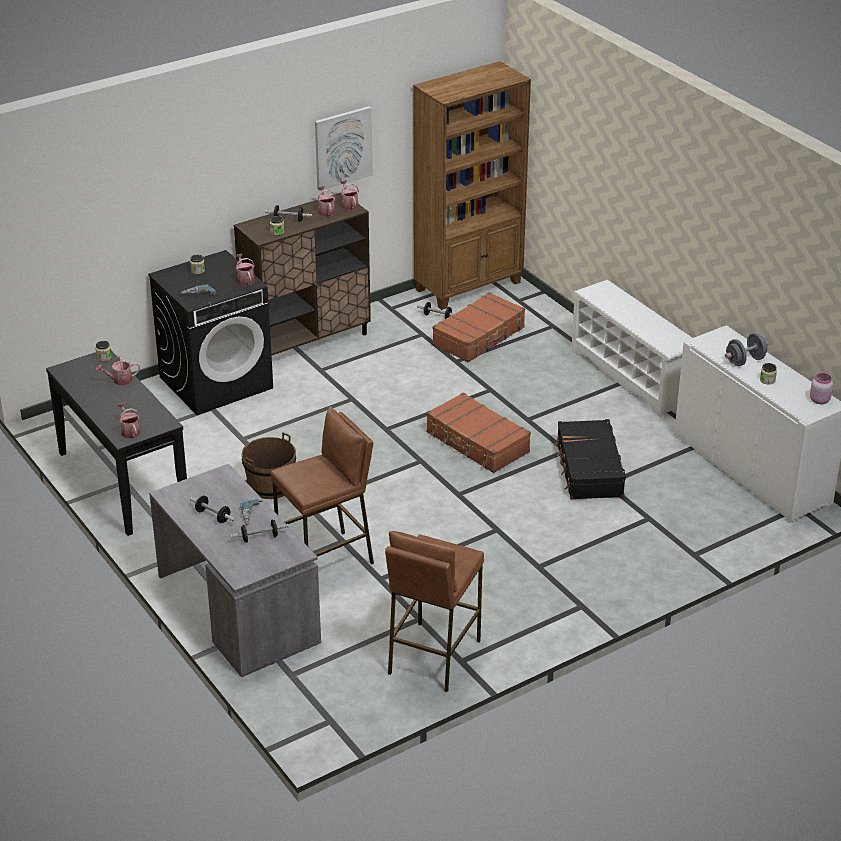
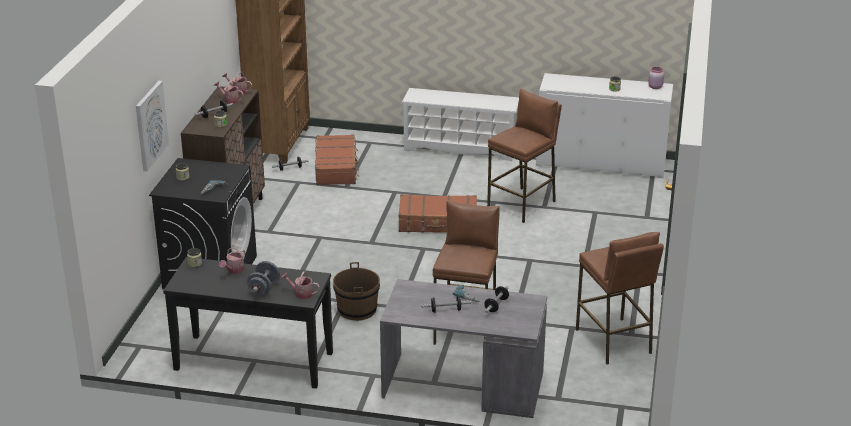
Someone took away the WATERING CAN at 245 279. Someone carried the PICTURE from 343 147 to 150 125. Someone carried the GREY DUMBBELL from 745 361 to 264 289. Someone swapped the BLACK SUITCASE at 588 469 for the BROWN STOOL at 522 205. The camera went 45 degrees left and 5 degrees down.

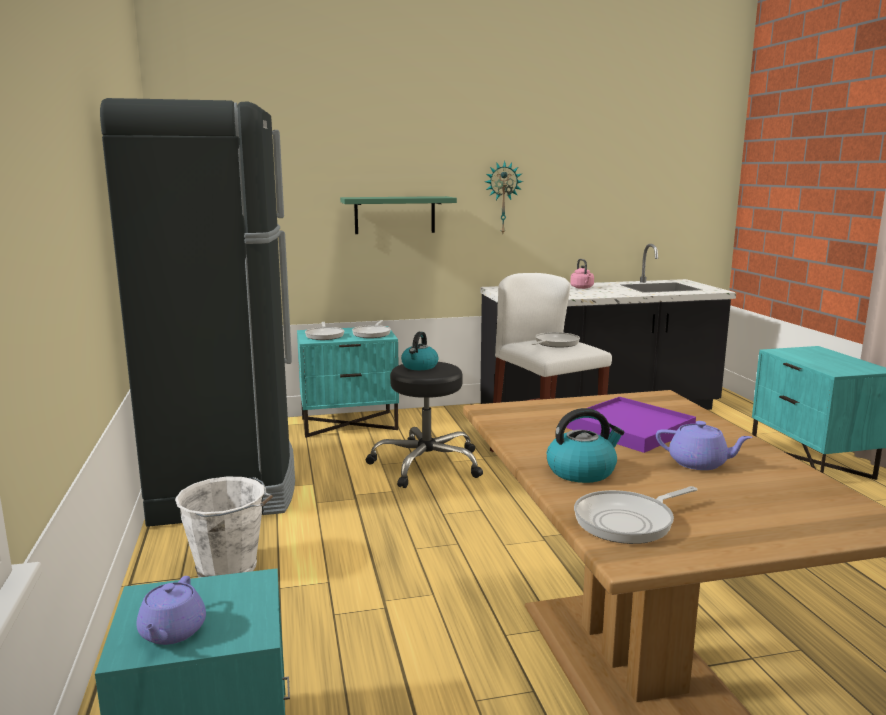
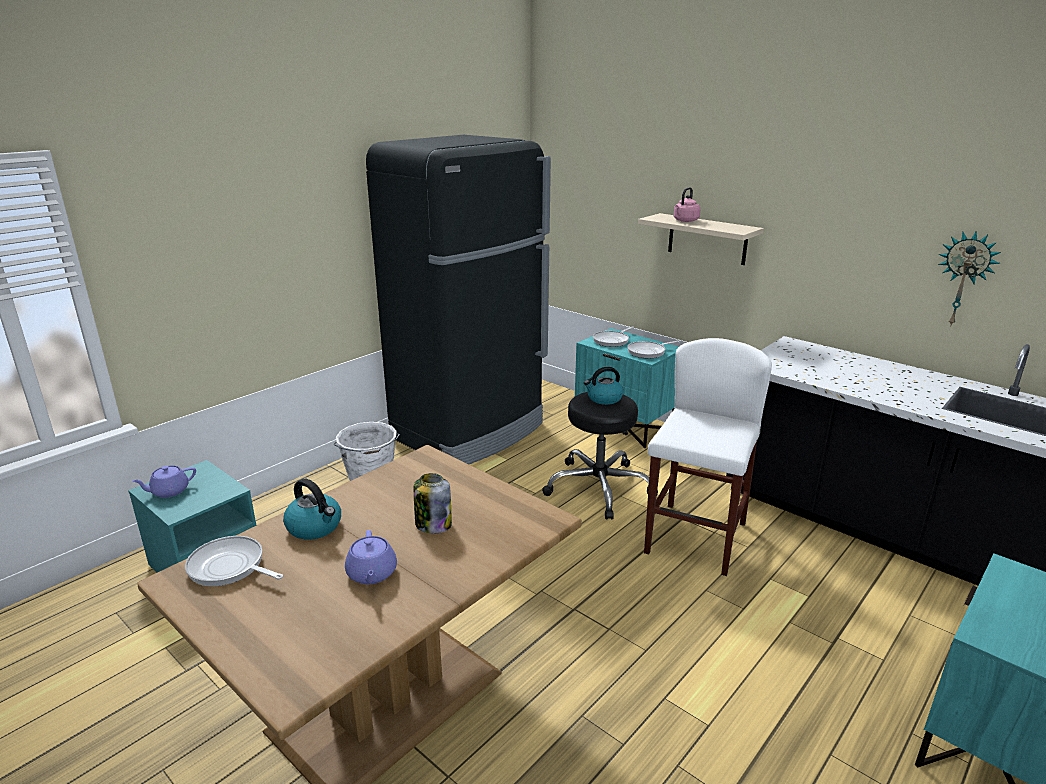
Someone took away the FRYING PAN at 555 343. Someone carried the WALL CLOCK from 502 198 to 964 279. Someone carried the PINK KETTLE from 582 288 to 685 221. Someone swapped the PURPLE TRAY at 630 429 for the JAR at 433 524. Someone repainted the GREEN SHELF at 395 215, which became the BEIGE SHELF at 707 239. The camera went 55 degrees right and 10 degrees up.

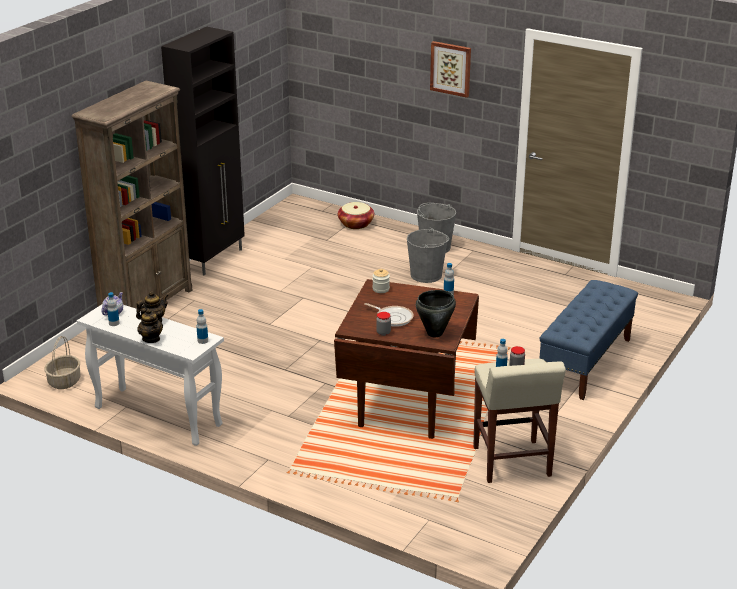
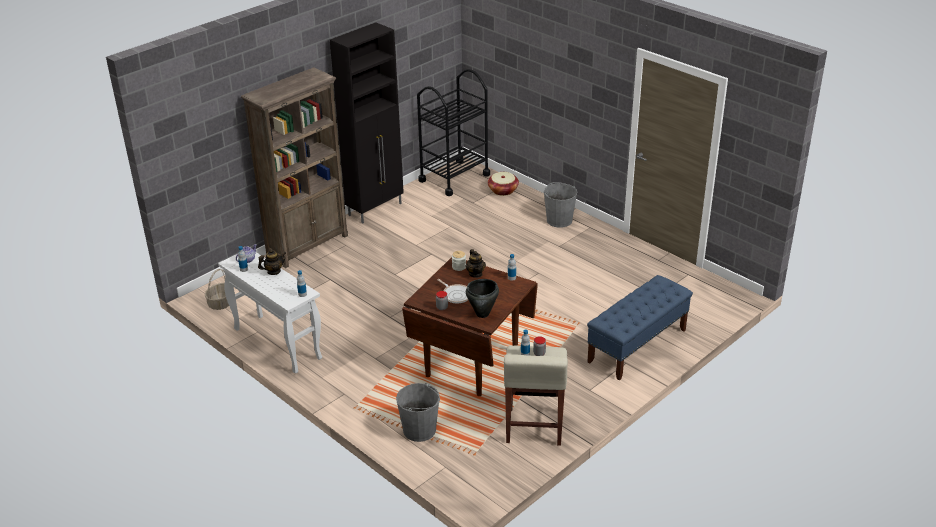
Someone took away the PICTURE at 451 68. Someone put down the BLACK CART at 454 178. Someone carried the TEAPOT from 151 339 to 475 274. Someone carried the GREY BUCKET from 426 275 to 420 430. The camera went 15 degrees right and 5 degrees up.

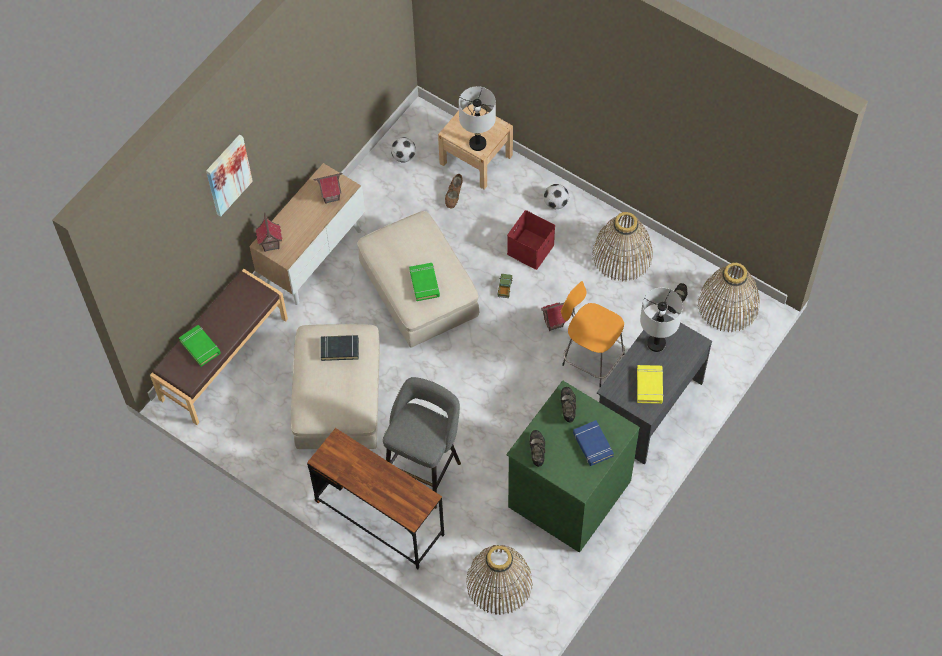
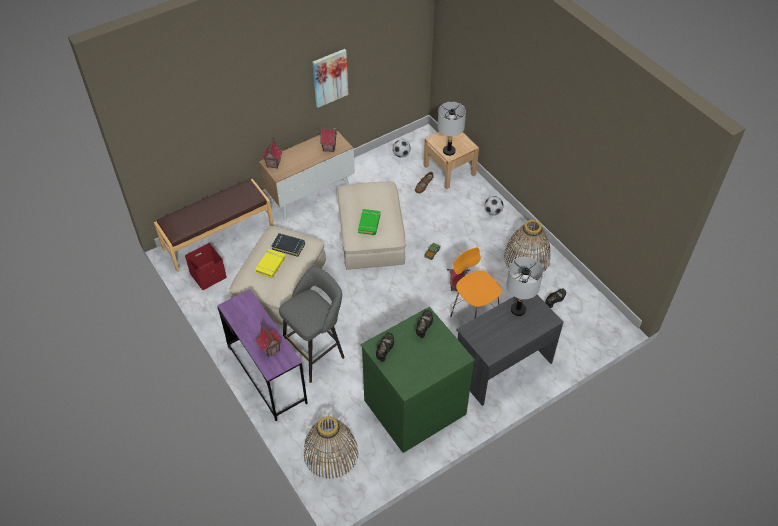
Someone took away the GREEN BOOK at 200 347. Someone took away the BLUE BOOK at 592 444. Someone took away the BASKET at 728 305. Someone put down the TOY HOUSE at 271 349. Someone carried the PICTURE from 228 175 to 330 77. Someone carried the RED STORAGE BOX from 531 250 to 208 275. Someone carried the YELLOW BOOK from 649 386 to 270 265. Someone repainted the BROWN DESK at 379 518, which became the PURPLE DESK at 266 375. The camera went 20 degrees right and 10 degrees down.

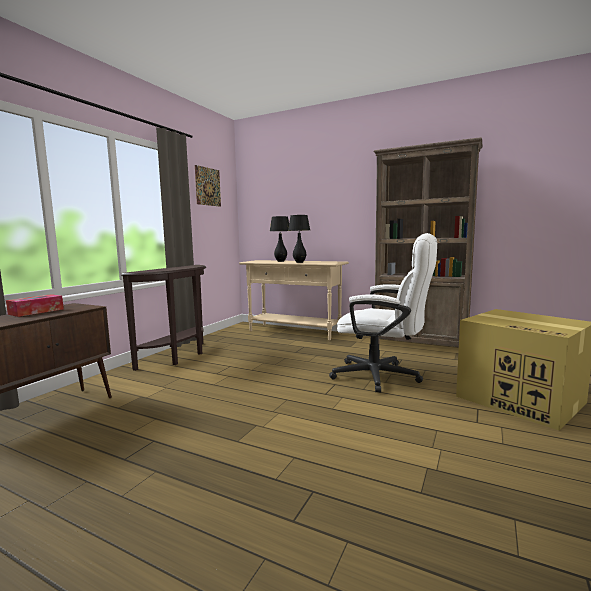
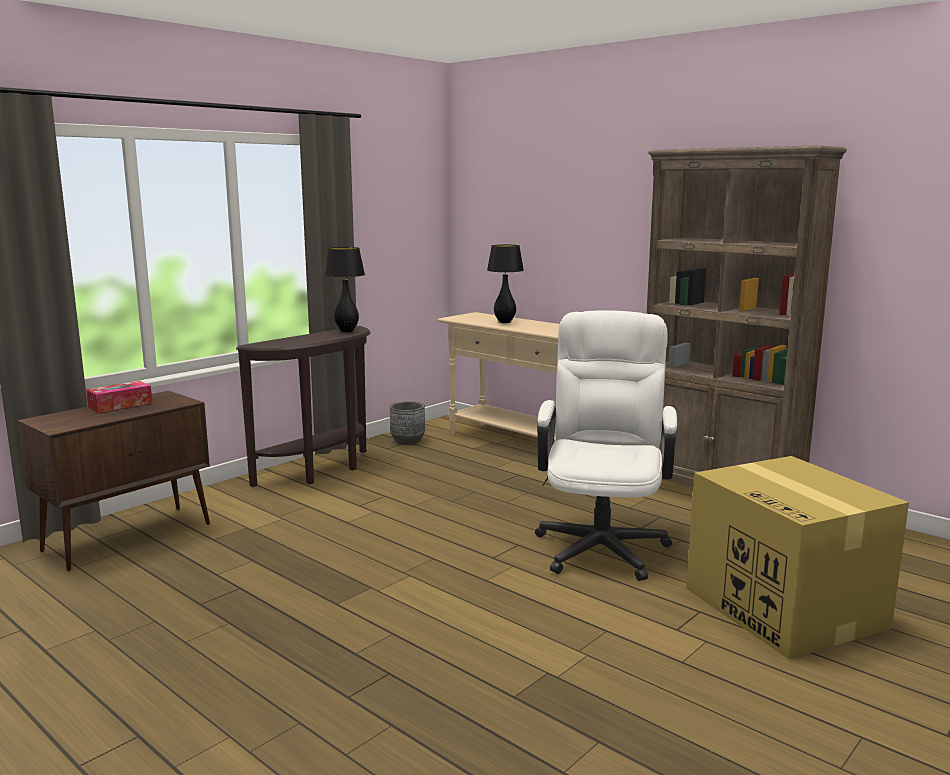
Someone took away the PICTURE at 208 186. Someone put down the GREY PLANTER at 408 441. Someone carried the BLACK TABLE LAMP from 299 262 to 347 331. Someone rotated the WHITE OFFICE CHAIR at 383 377 by 120 degrees counterclockwise. The camera went 15 degrees right and 5 degrees up.

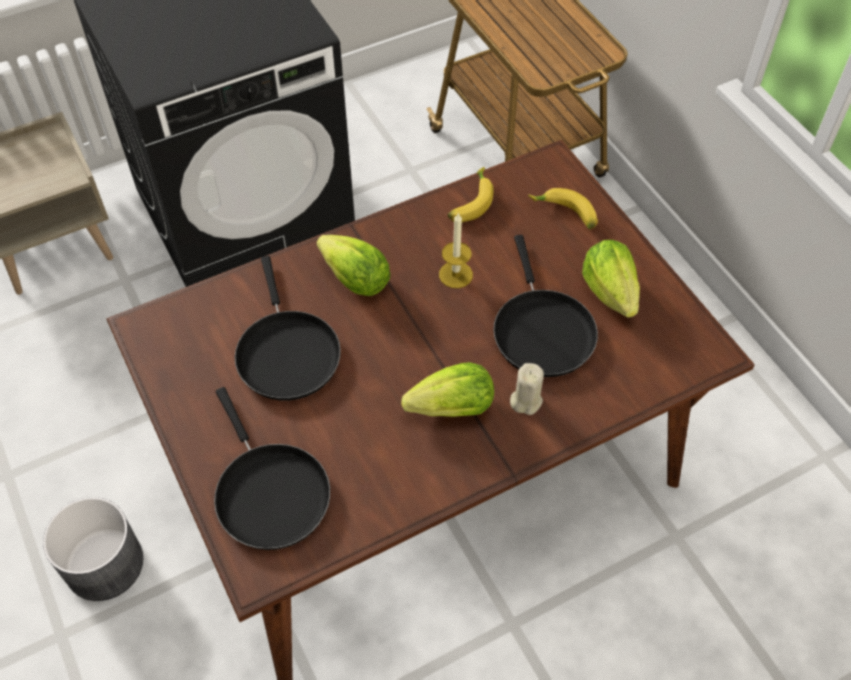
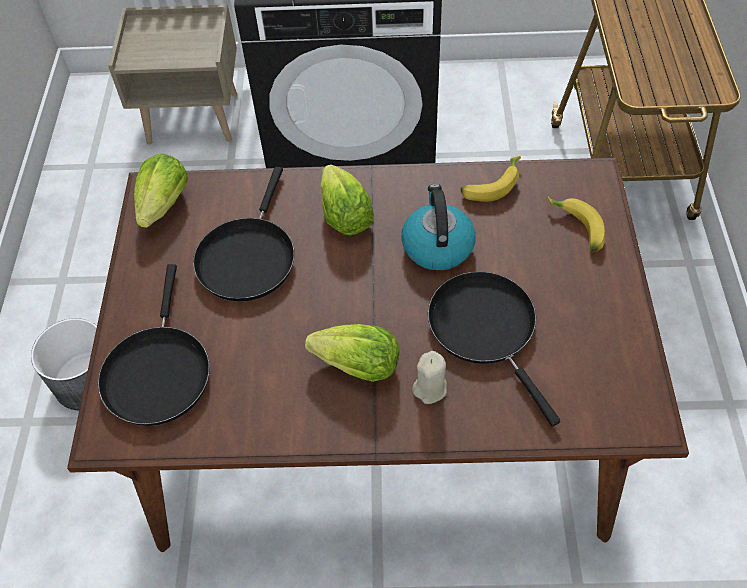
Someone carried the LETTUCE from 610 291 to 164 204. Someone swapped the CANDLE at 455 274 for the KETTLE at 437 245. Someone rotated the BLACK FRYING PAN at 541 330 by 135 degrees clockwise. The camera went 30 degrees right and 0 degrees up.

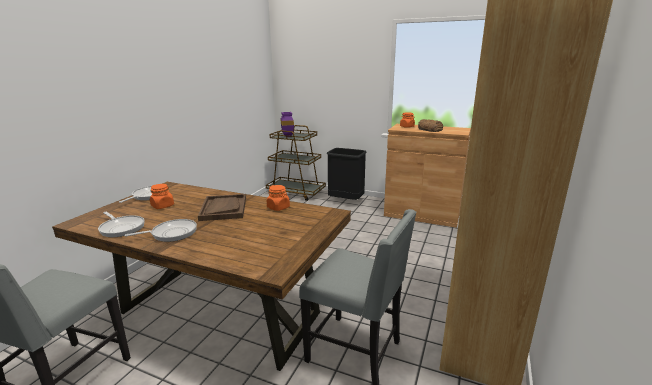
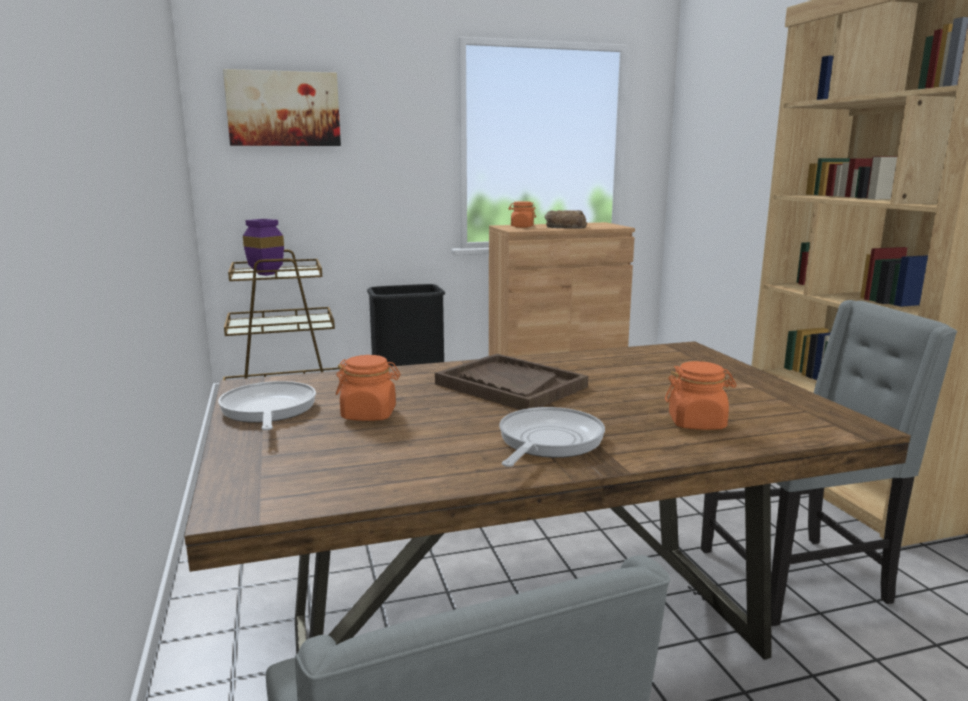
Someone took away the FRYING PAN at 121 228. Someone put up the PICTURE at 283 109. Someone carried the ORANGE JAR from 278 207 to 697 423. The camera went 40 degrees left and 5 degrees down.

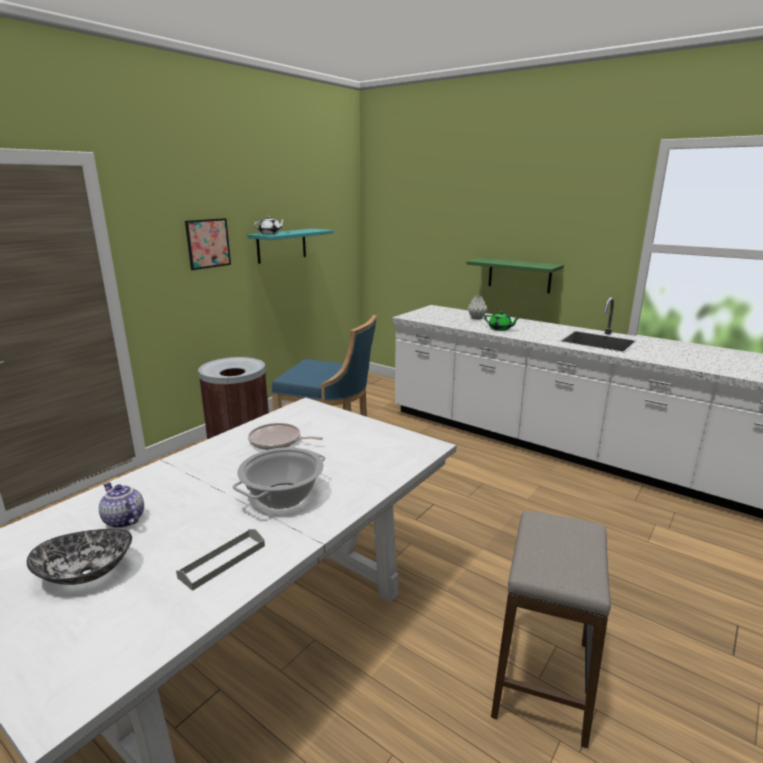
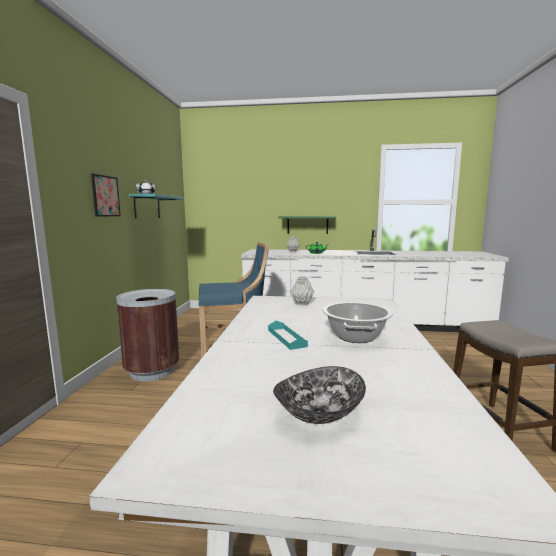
Someone took away the TEAPOT at 123 520. Someone took away the GREY TRAY at 222 561. Someone took away the FRYING PAN at 277 441. Someone put down the TURQUOISE TRAY at 286 338. Someone put down the GREY VASE at 302 303. The camera went 30 degrees left and 10 degrees down.

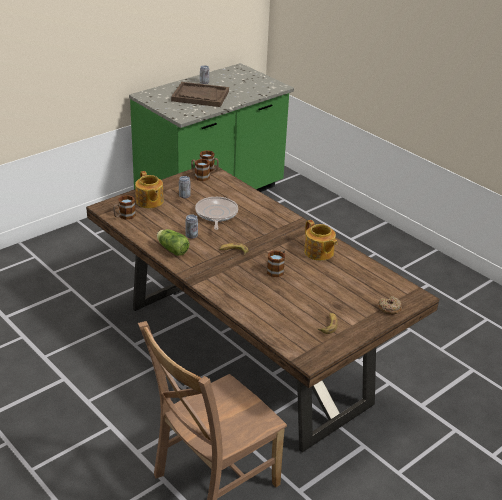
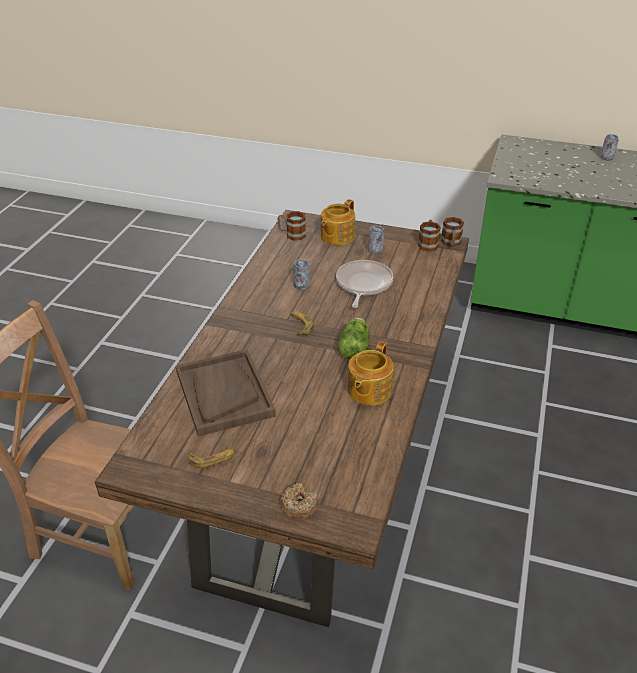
Someone took away the MUG at 277 270. Someone carried the LETTUCE from 171 249 to 354 347. Someone carried the BROWN TRAY from 200 96 to 224 393. Someone rotated the FRYING PAN at 216 214 by 45 degrees counterclockwise. The camera went 60 degrees right and 5 degrees up.

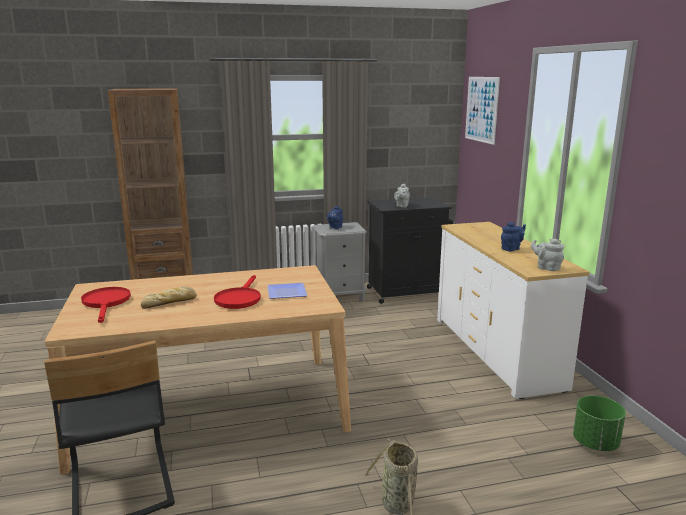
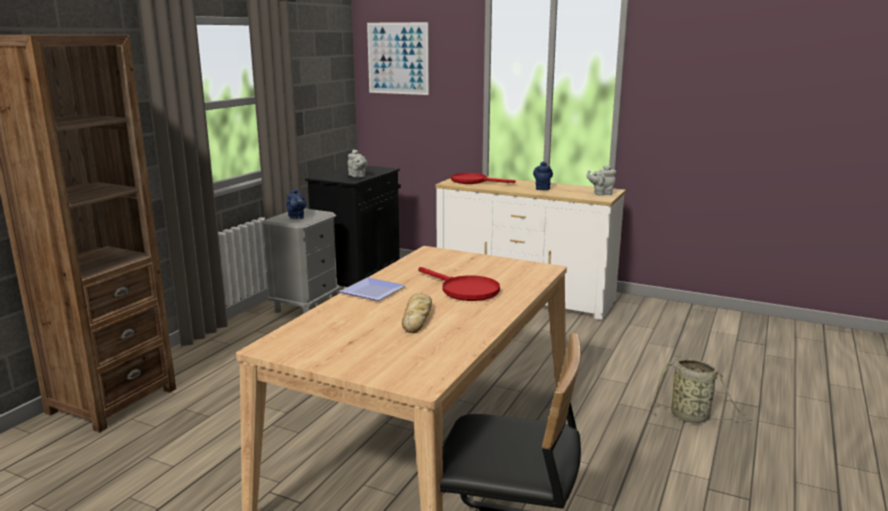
Someone took away the GREEN PLANTER at 595 443. Someone carried the RED FRYING PAN from 106 303 to 474 181. Someone carried the PLATE from 285 293 to 373 292. The camera went 50 degrees left and 0 degrees up.

